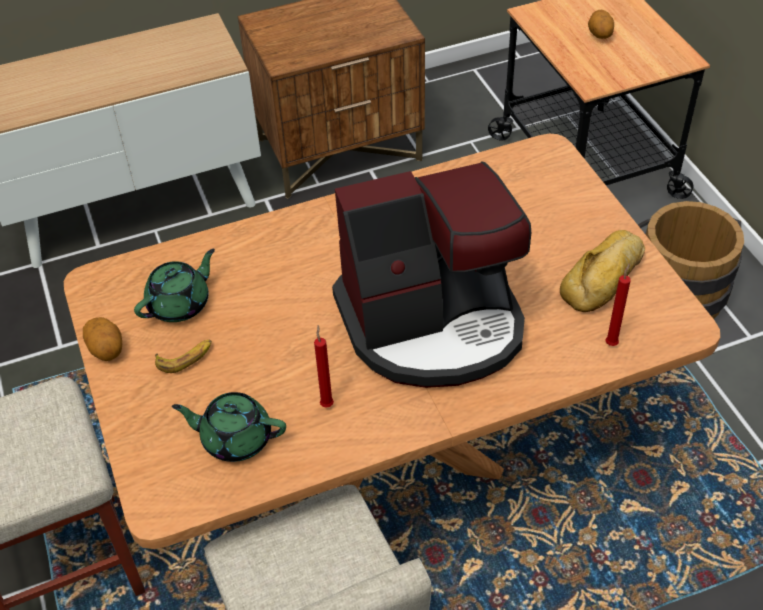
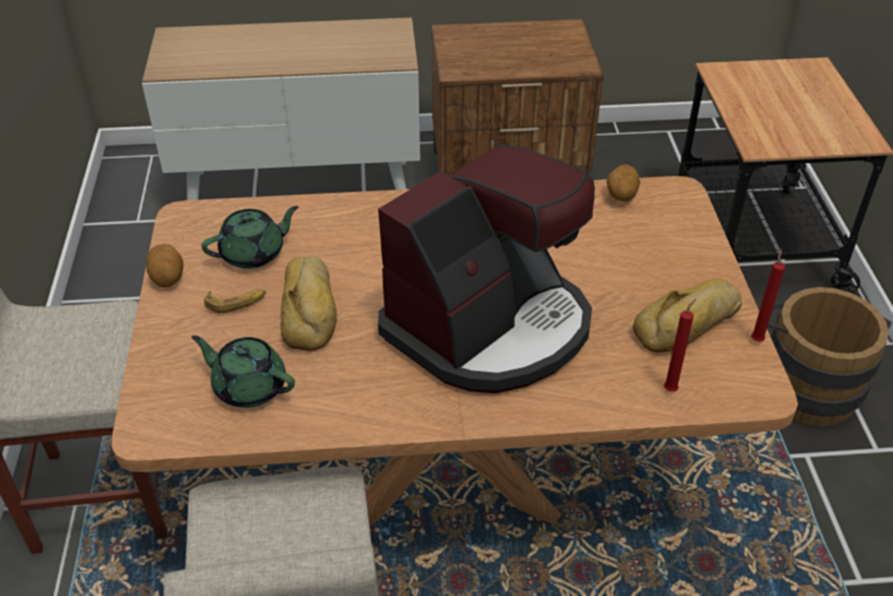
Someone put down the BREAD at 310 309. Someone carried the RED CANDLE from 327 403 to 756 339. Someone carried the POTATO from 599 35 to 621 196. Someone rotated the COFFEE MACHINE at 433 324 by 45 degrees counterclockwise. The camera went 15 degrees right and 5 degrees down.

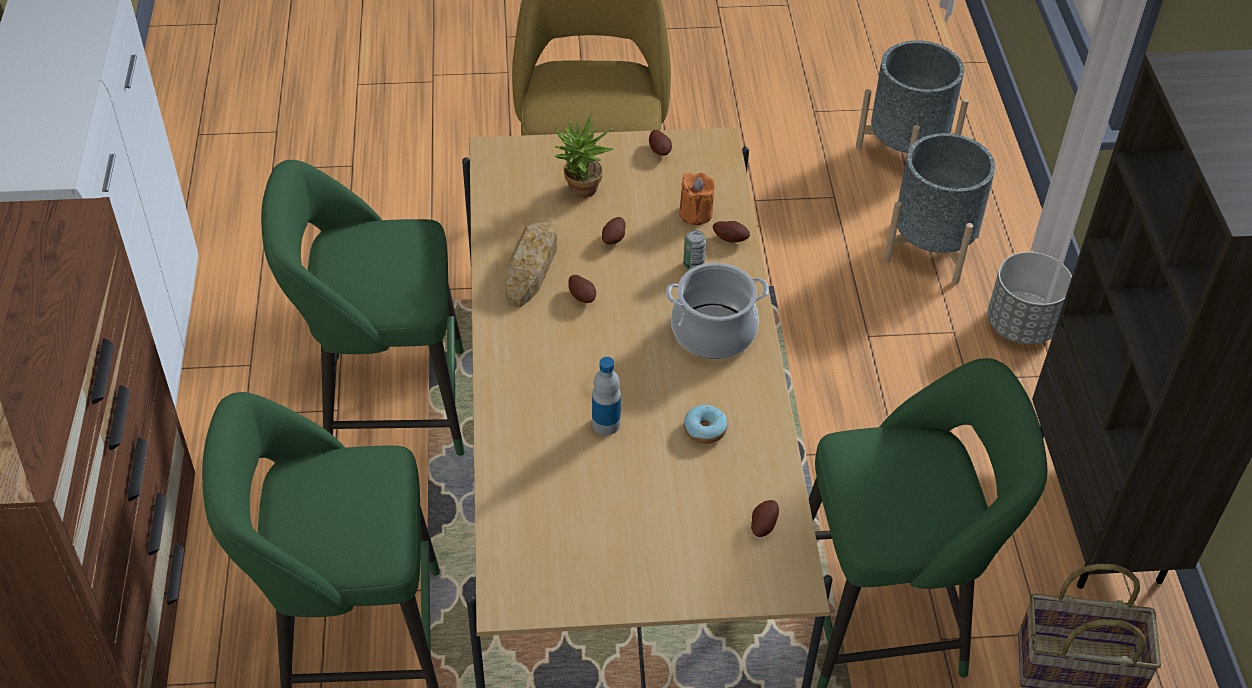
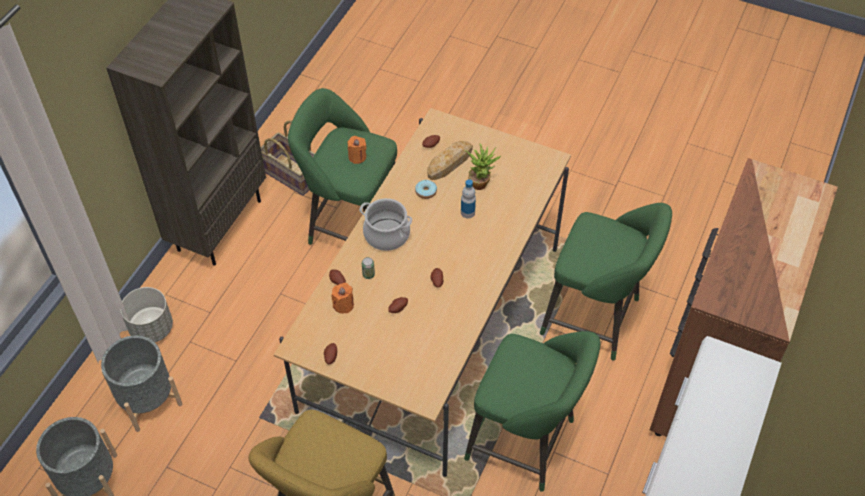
Someone put down the ORANGE CANDLE at 357 157. Someone carried the BREAD from 531 268 to 450 163. Someone carried the POTTED PLANT from 581 192 to 481 182. The camera went 150 degrees left and 5 degrees up.

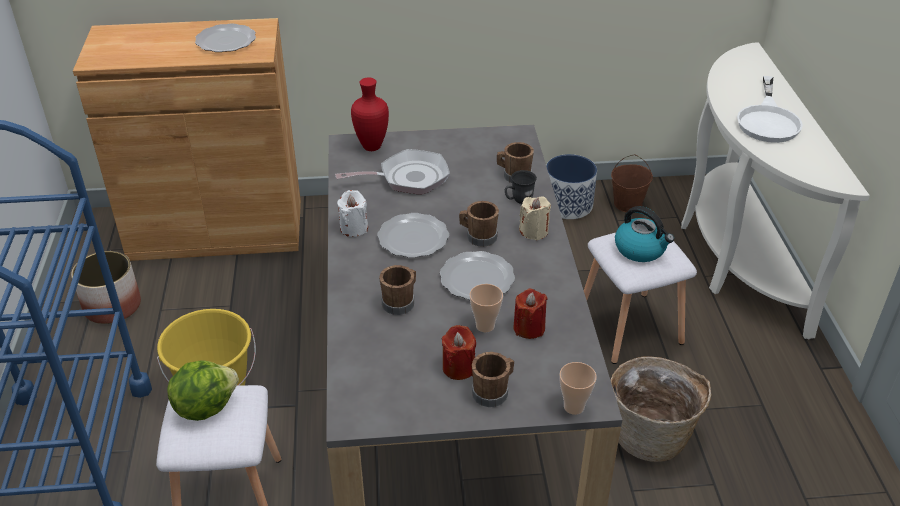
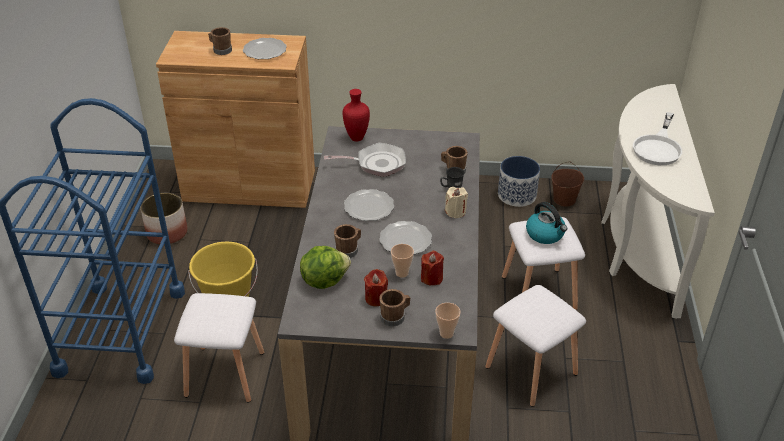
Someone took away the WHITE CANDLE at 354 228. Someone carried the LETTUCE from 205 406 to 324 280. Someone carried the BROWN MUG from 478 237 to 221 50. Someone swapped the BASKET at 651 434 for the WHITE STOOL at 532 371. The camera went 10 degrees right and 0 degrees up.

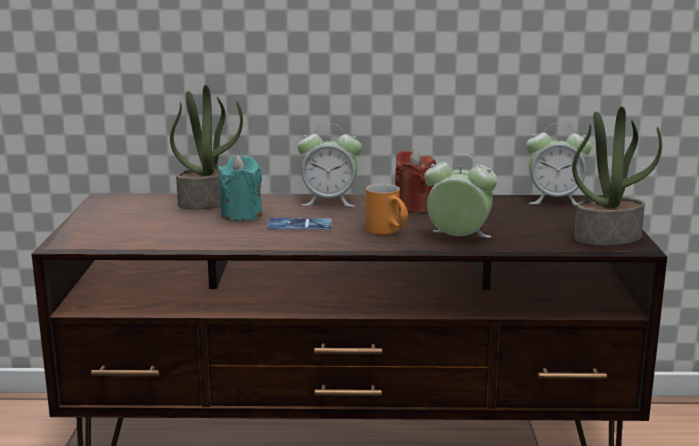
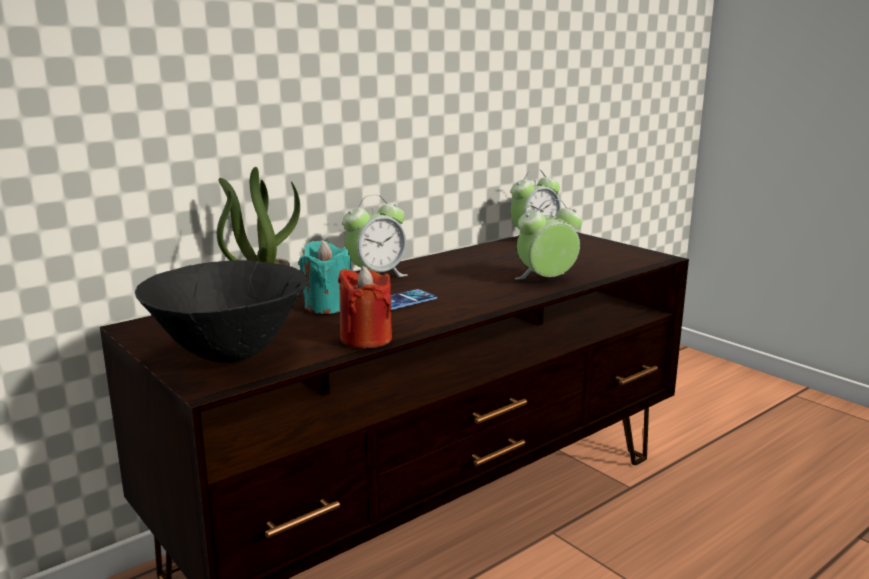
Someone took away the ORANGE MUG at 388 231. Someone took away the POTTED PLANT at 608 237. Someone put down the BLACK BOWL at 230 354. Someone carried the RED CANDLE from 414 207 to 366 338. The camera went 40 degrees left and 0 degrees up.

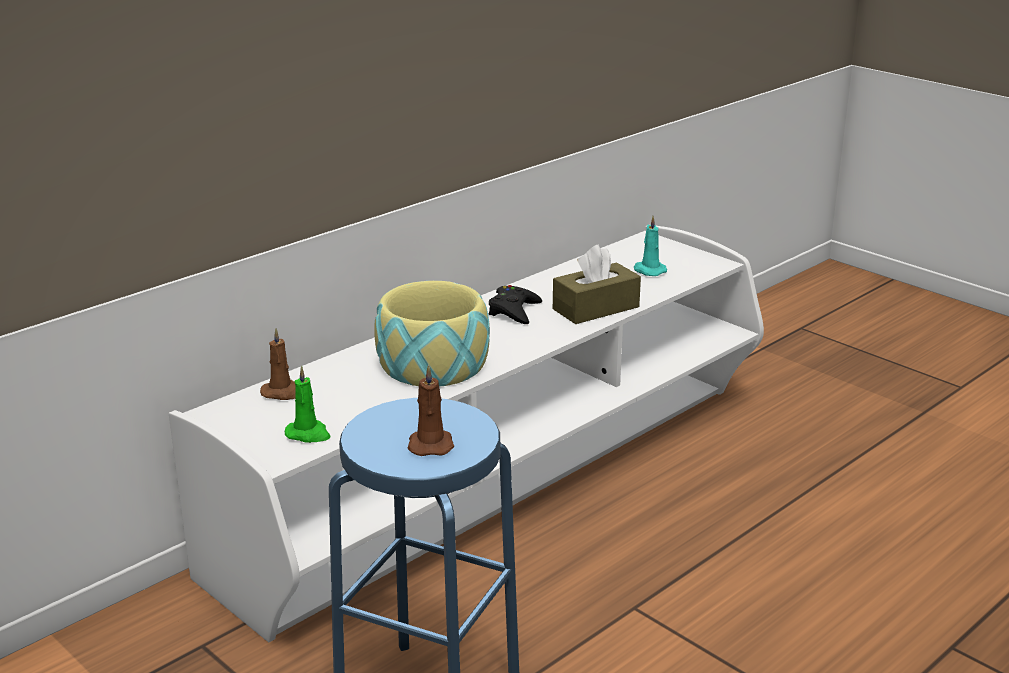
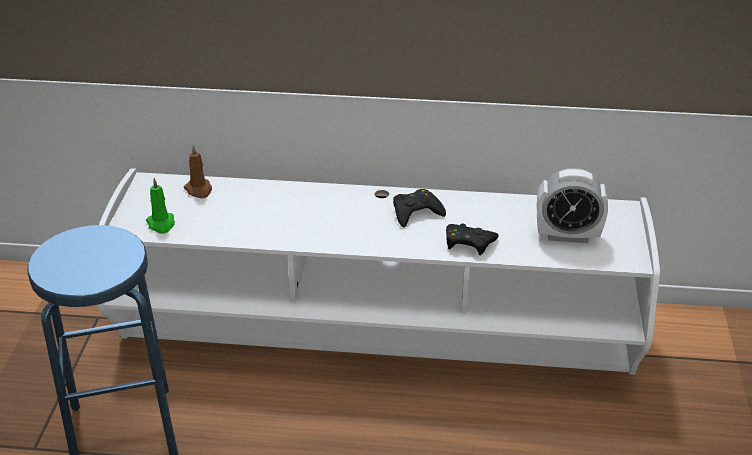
Someone took away the BOWL at 434 364. Someone took away the BROWN CANDLE at 430 444. Someone swapped the BROWN TISSUE BOX at 596 308 for the BLACK GAME CONTROLLER at 469 242. Someone swapped the TURQUOISE CANDLE at 648 270 for the ALARM CLOCK at 567 235. The camera went 50 degrees right and 10 degrees up.

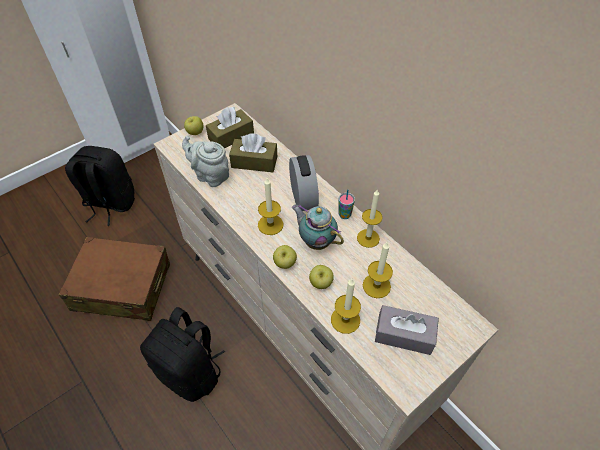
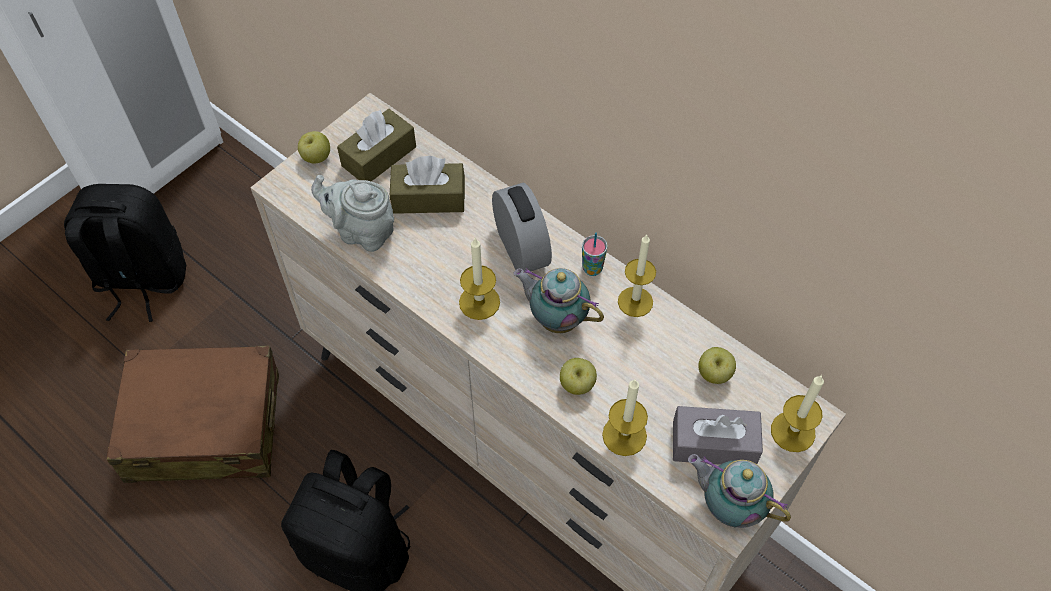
Someone put down the TEAPOT at 728 506. Someone carried the APPLE from 285 263 to 714 374. Someone carried the CANDLE from 376 285 to 793 431. The camera went 10 degrees left and 5 degrees up.

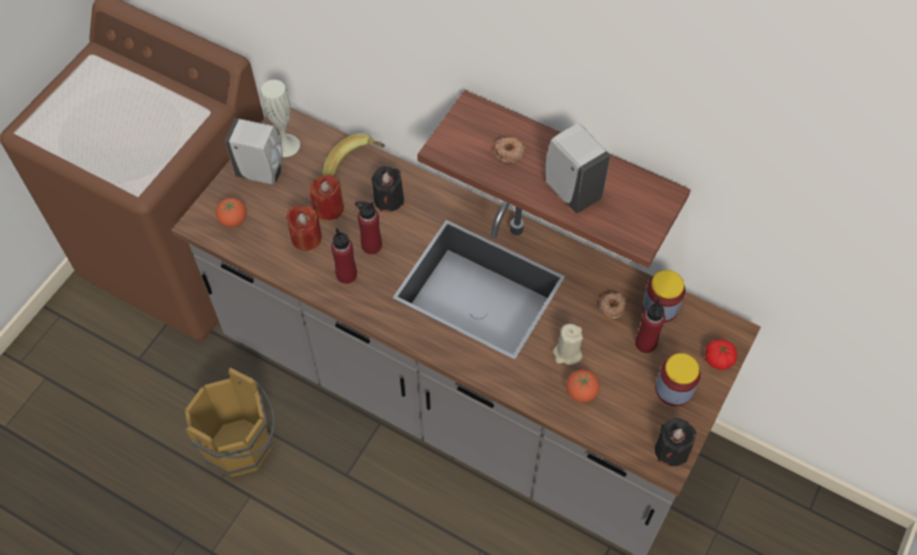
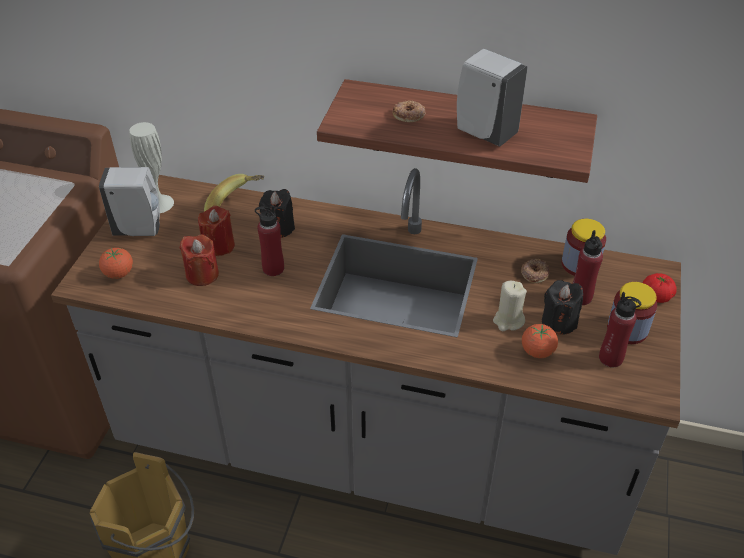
Someone carried the RED BOTTLE from 346 275 to 611 358. Someone carried the BLACK CANDLE from 671 450 to 559 322. The camera went 15 degrees left and 15 degrees down.

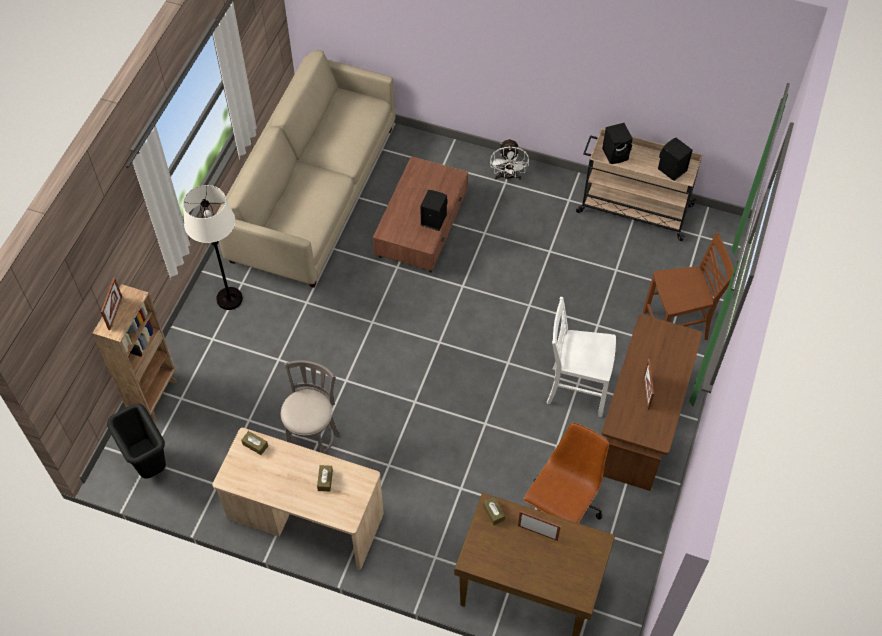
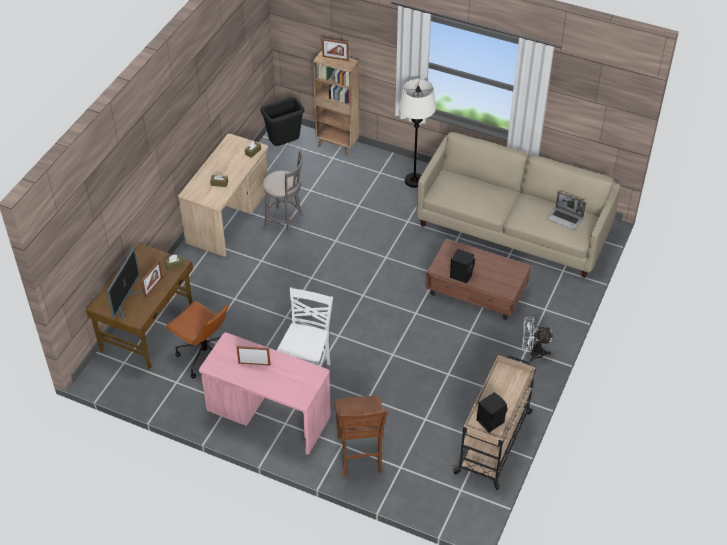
Someone took away the BLACK SPEAKER at 616 154. Someone put down the MONITOR at 125 301. Someone put down the LAPTOP at 565 218. Someone repainted the BROWN DESK at 641 424, which became the PINK DESK at 268 415. The camera went 95 degrees right and 10 degrees down.

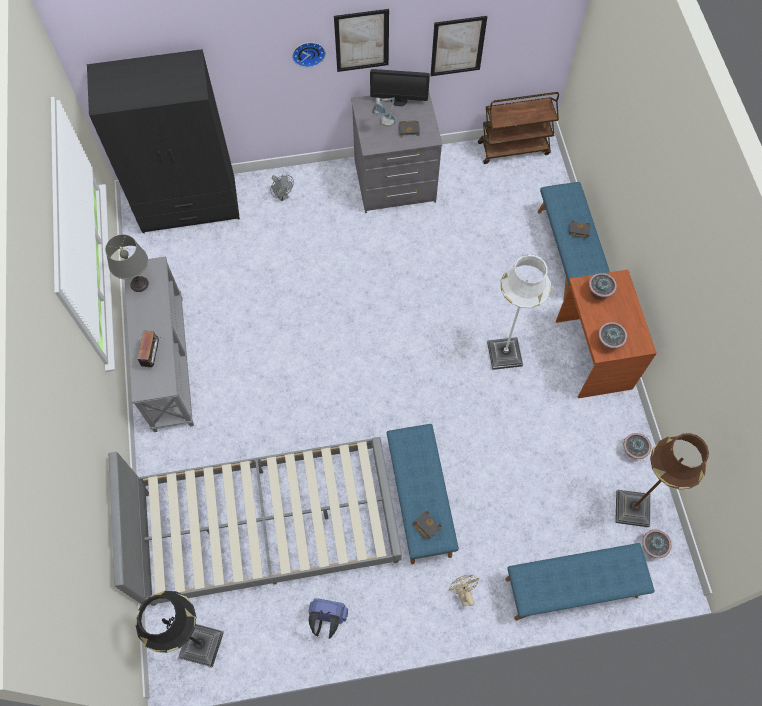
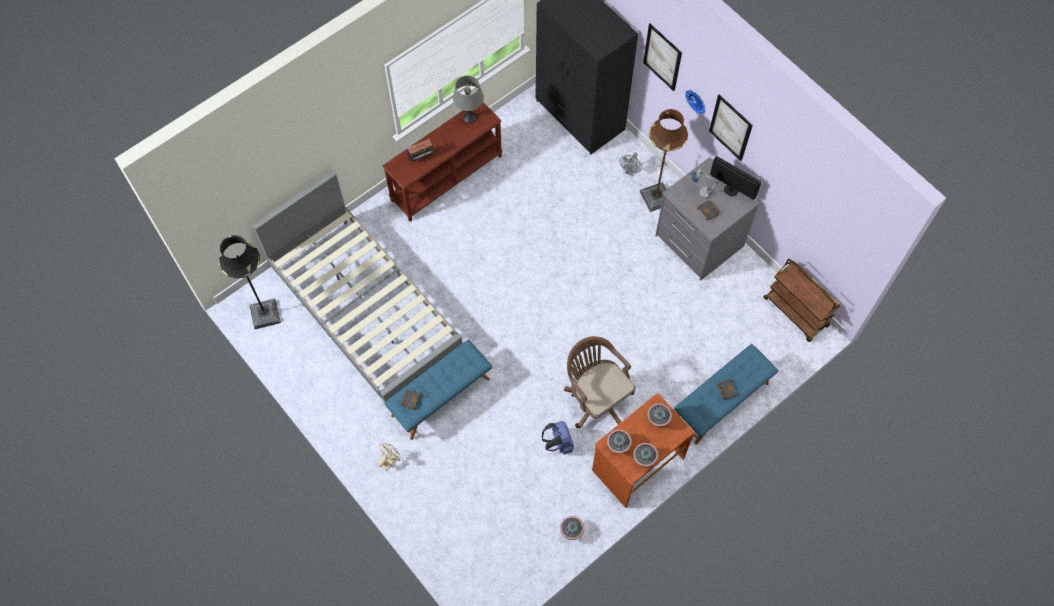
Someone took away the BLUE BENCH at 571 588. Someone carried the BLUE BACKPACK from 328 618 to 558 443. Someone carried the PICTURE from 457 46 to 662 57. Someone carried the BROWN FLOOR LAMP from 632 509 to 656 197. Someone carried the POTTED PLANT from 652 547 to 644 459. Someone swapped the WHITE FLOOR LAMP at 504 354 for the BROWN OFFICE CHAIR at 596 398. Someone repainted the GREY CONSOLE TABLE at 167 362, which became the BROWN CONSOLE TABLE at 446 177. Someone rotated the MONITOR at 399 100 by 150 degrees clockwise. The camera went 60 degrees right and 0 degrees up.

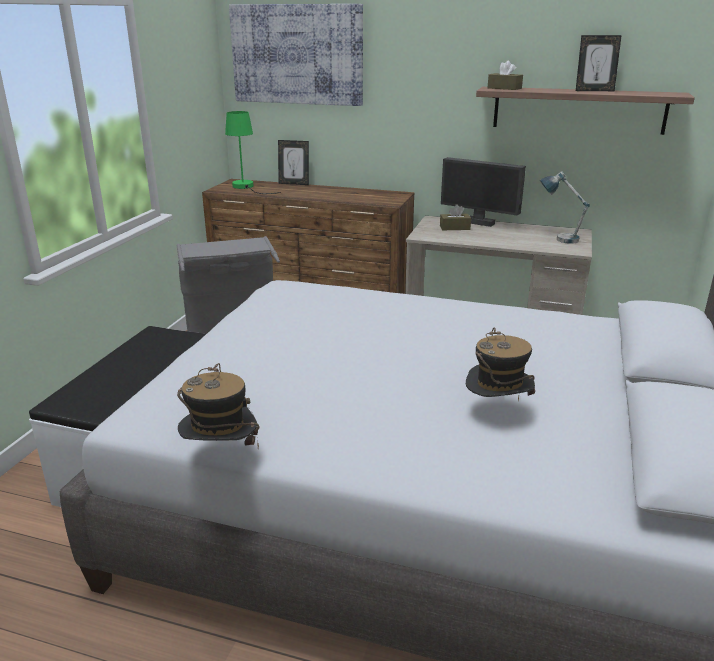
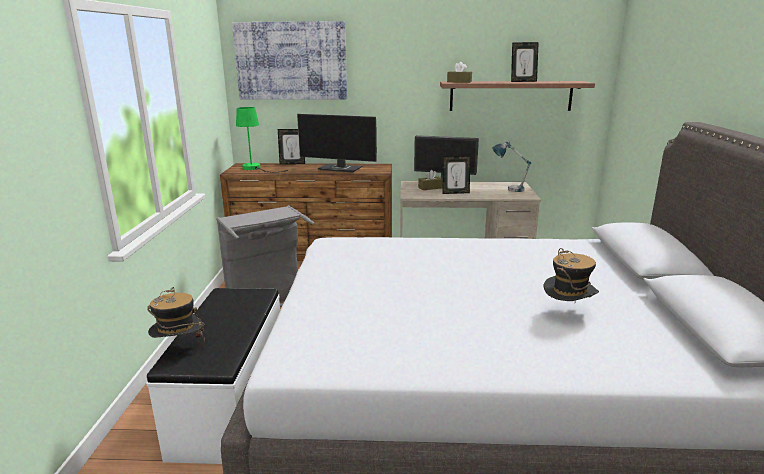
Someone put down the MONITOR at 341 168. Someone put down the PICTURE FRAME at 455 193. Someone carried the HAT from 221 457 to 179 349. The camera went 15 degrees left and 5 degrees down.

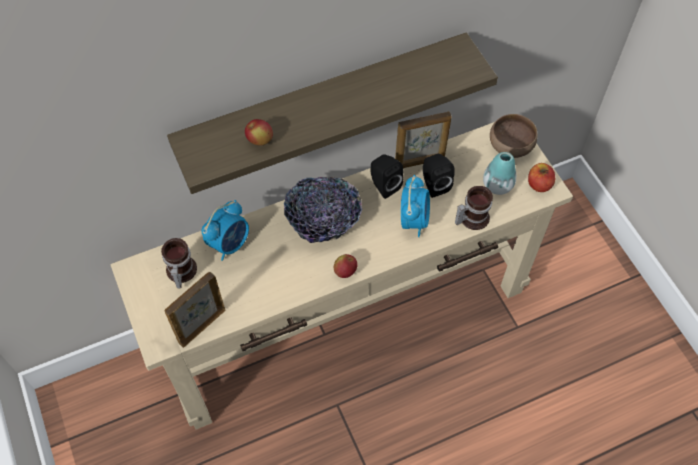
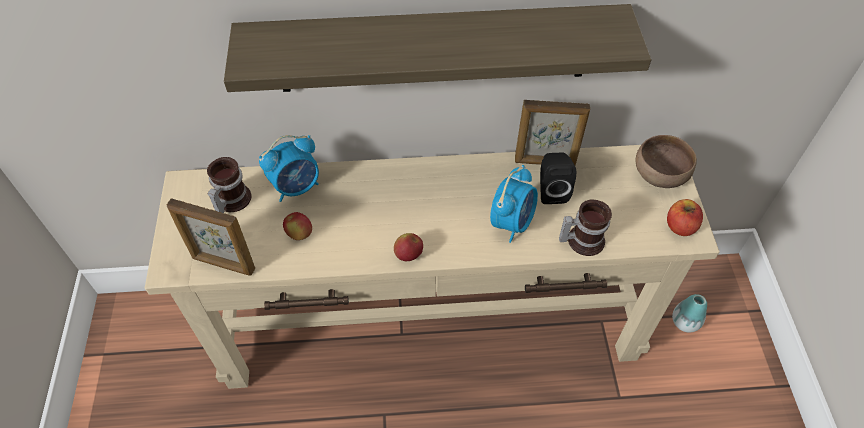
Someone took away the BOWL at 323 219. Someone took away the BLACK SPEAKER at 383 185. Someone carried the APPLE from 260 140 to 299 234. Someone carried the VASE from 497 185 to 685 322. Someone rotated the PICTURE FRAME at 201 326 by 135 degrees counterclockwise. The camera went 20 degrees right and 5 degrees down.

